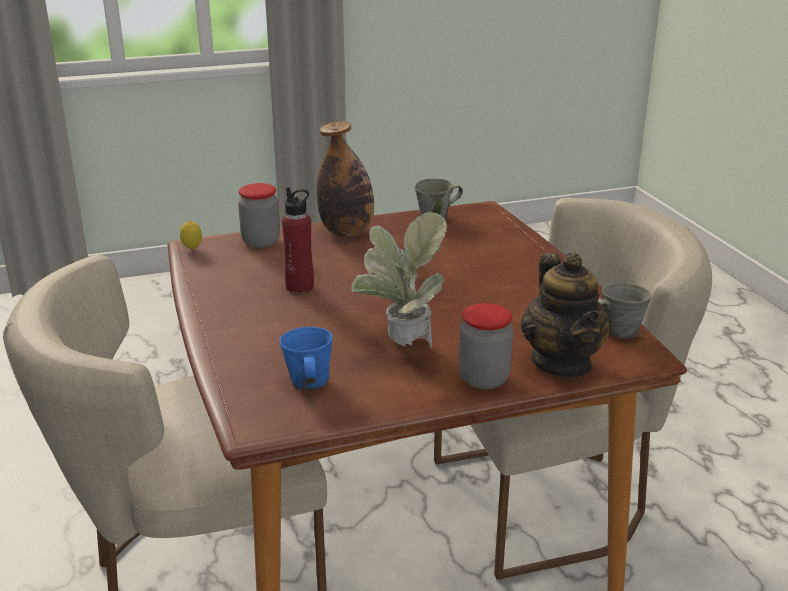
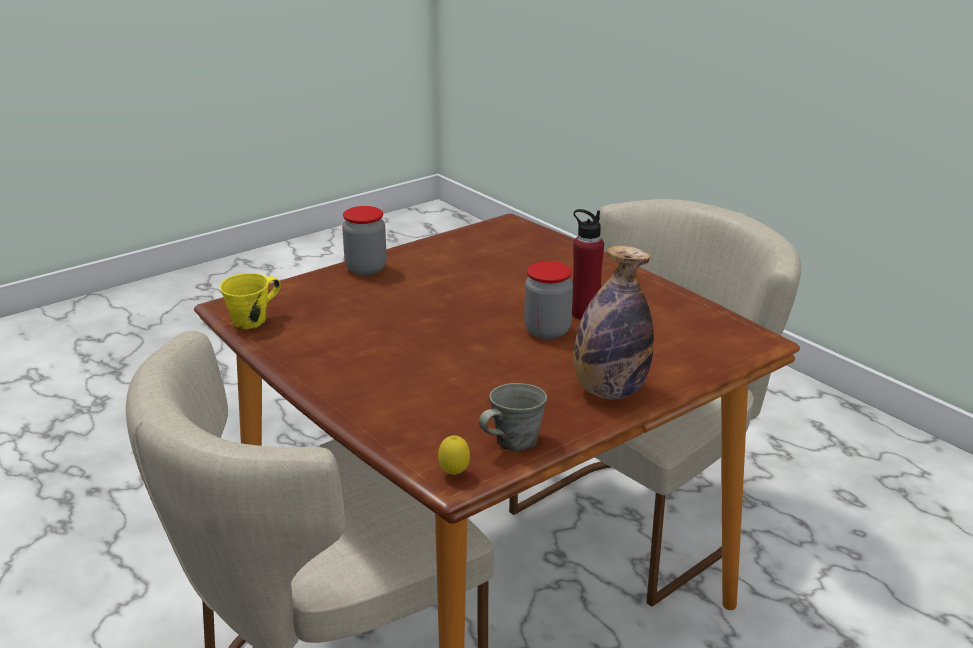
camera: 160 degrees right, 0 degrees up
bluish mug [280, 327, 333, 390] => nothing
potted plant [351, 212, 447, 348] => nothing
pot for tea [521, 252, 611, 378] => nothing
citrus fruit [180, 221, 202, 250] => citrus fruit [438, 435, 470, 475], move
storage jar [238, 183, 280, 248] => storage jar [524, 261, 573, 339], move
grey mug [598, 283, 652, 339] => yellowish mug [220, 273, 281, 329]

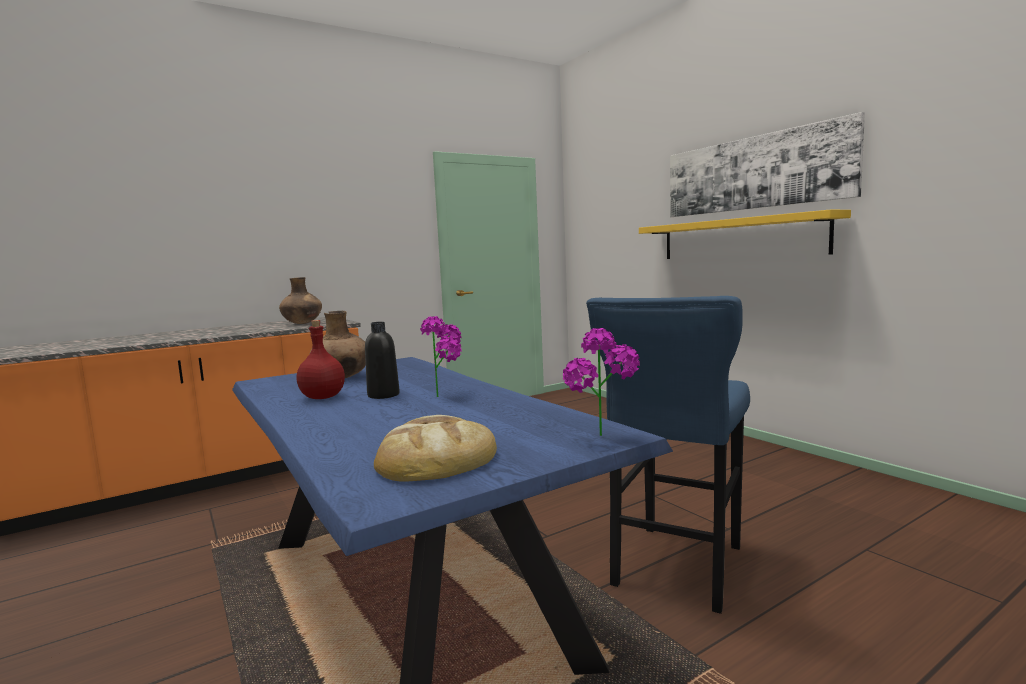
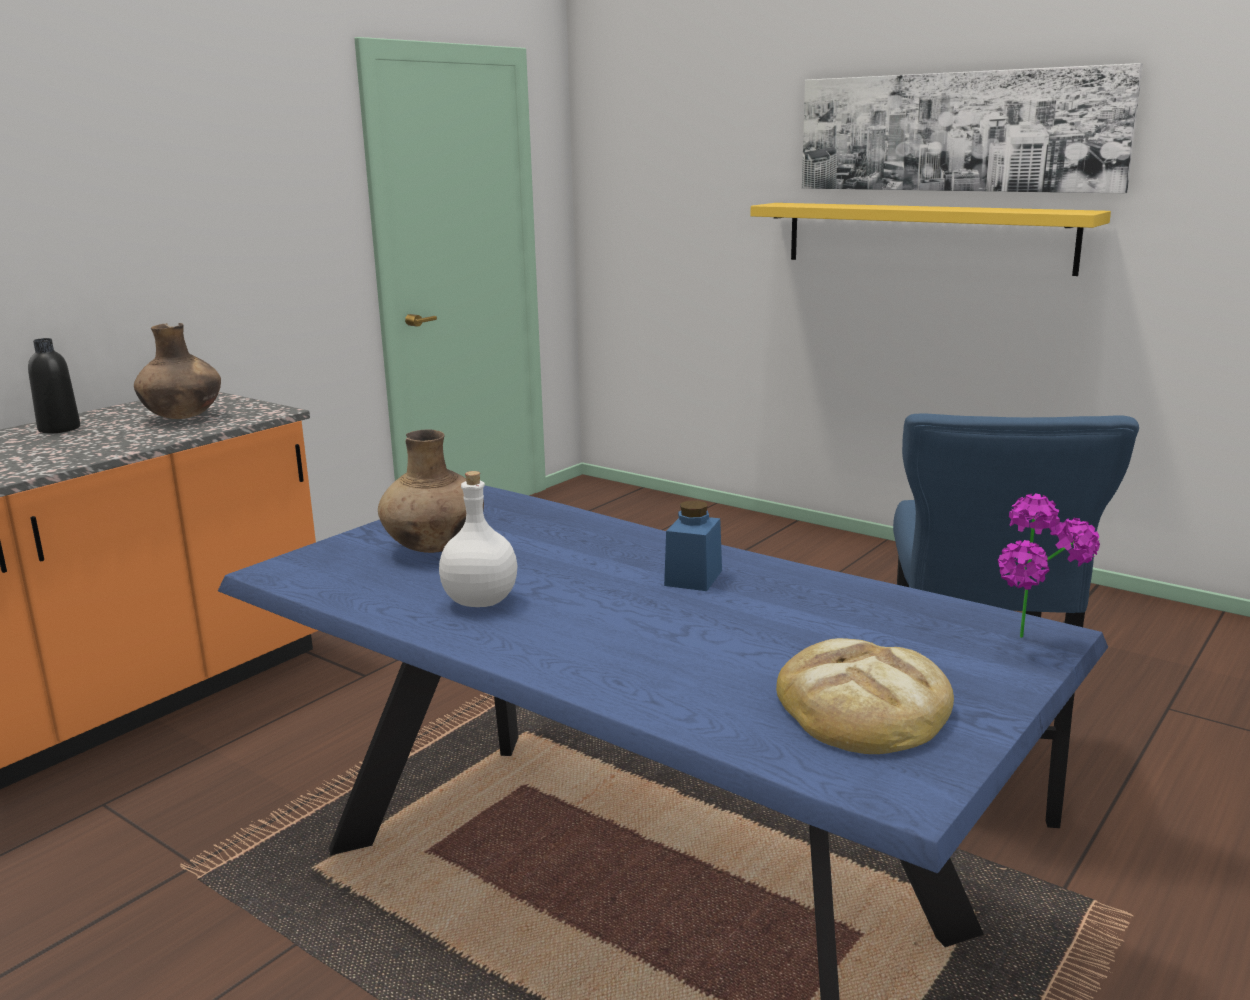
camera: 20 degrees left, 10 degrees up
black-coloured beverage bottle [365, 322, 400, 399] => black-coloured beverage bottle [28, 338, 80, 434], move
potted plant [420, 316, 462, 397] => bluish storage jar [664, 500, 722, 591]
reddish beverage bottle [297, 320, 345, 399] => white-coloured beverage bottle [439, 471, 517, 607]

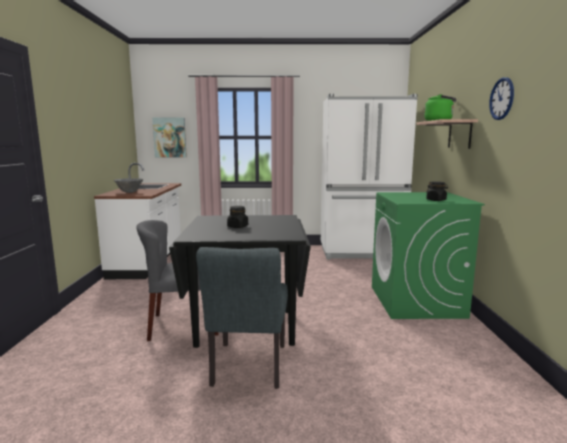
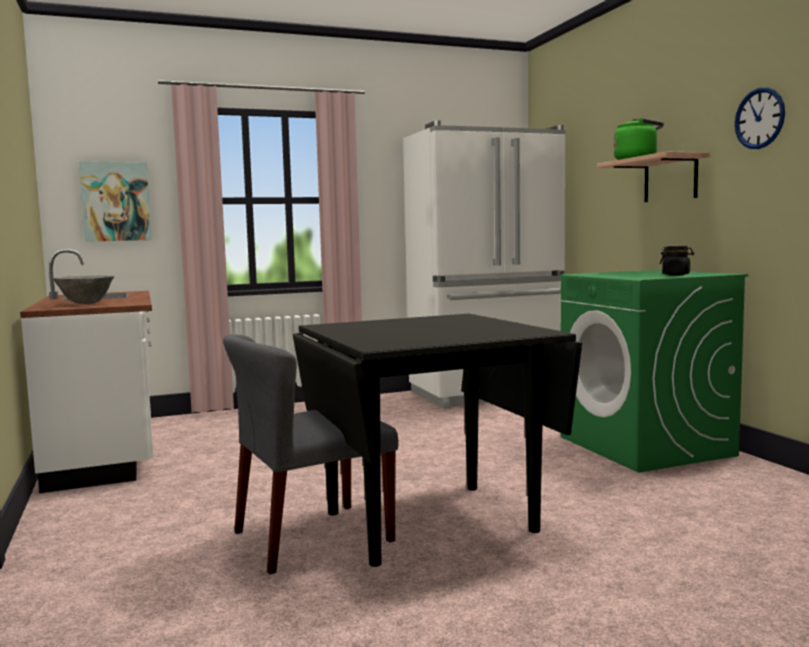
camera: 20 degrees left, 5 degrees down
grey chair [196, 247, 288, 389] => nothing
black-coloured storage jar [227, 206, 248, 228] => nothing

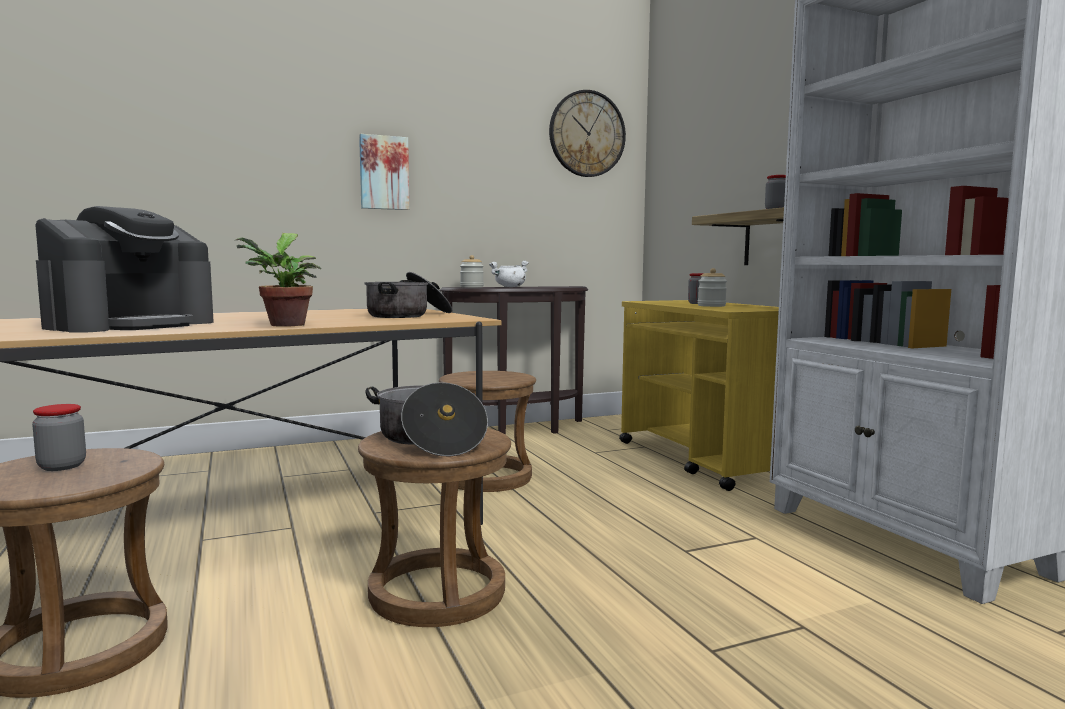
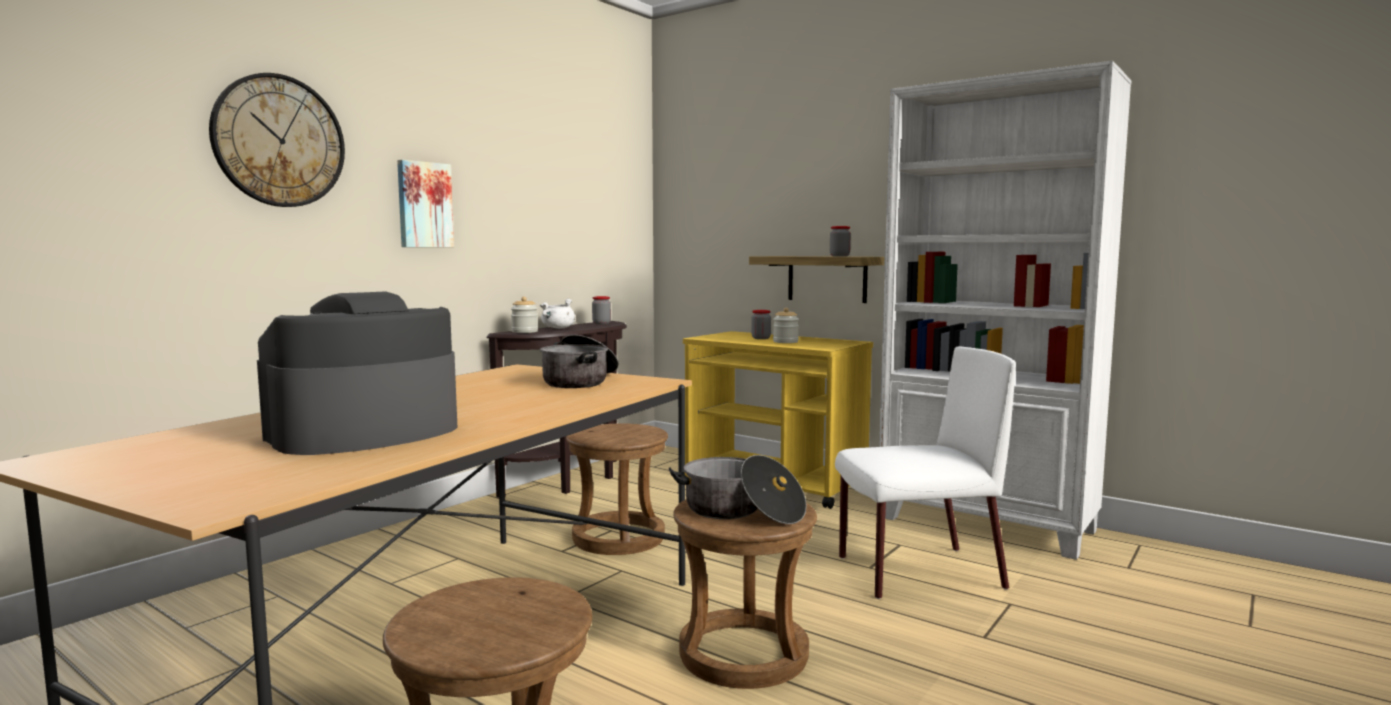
camera: 30 degrees left, 0 degrees up
potted plant [236, 233, 321, 327] => nothing
nothing => white-coloured chair [835, 347, 1016, 599]
storage jar [32, 404, 86, 471] => storage jar [592, 296, 611, 324], move
wall clock [549, 90, 626, 177] => wall clock [209, 73, 345, 207], move
coffee maker [35, 206, 214, 333] => coffee maker [257, 291, 457, 455], 135 degrees counterclockwise

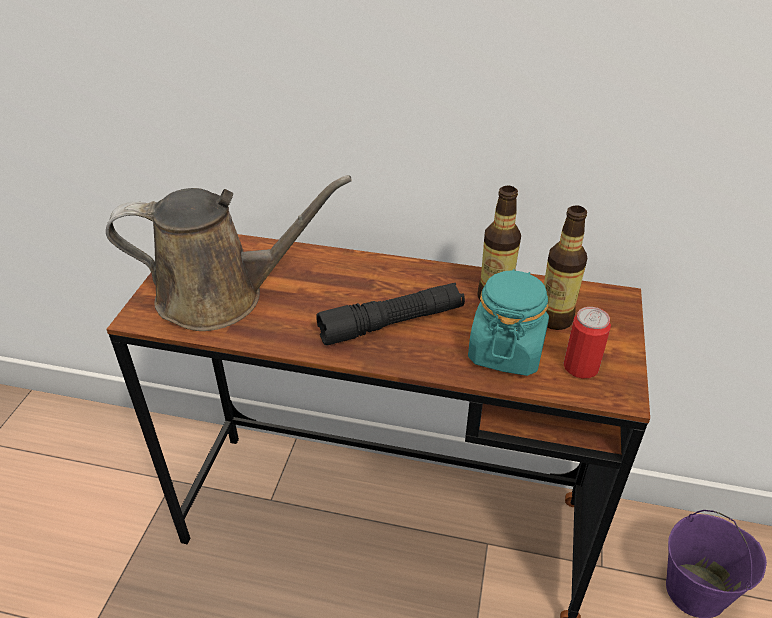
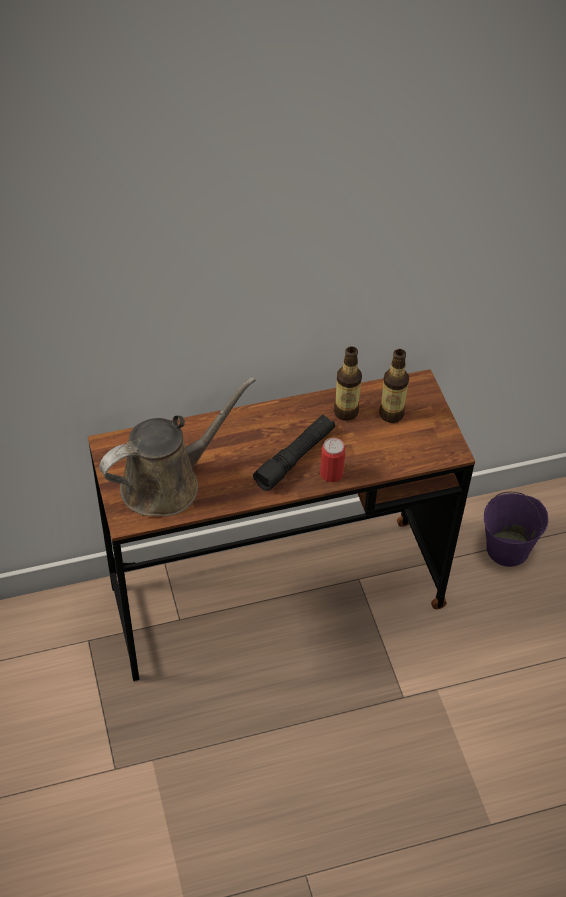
camera: 30 degrees left, 10 degrees up
blue-green storage jar [468, 269, 549, 376] => nothing
can [563, 307, 611, 378] => can [320, 438, 346, 482], move

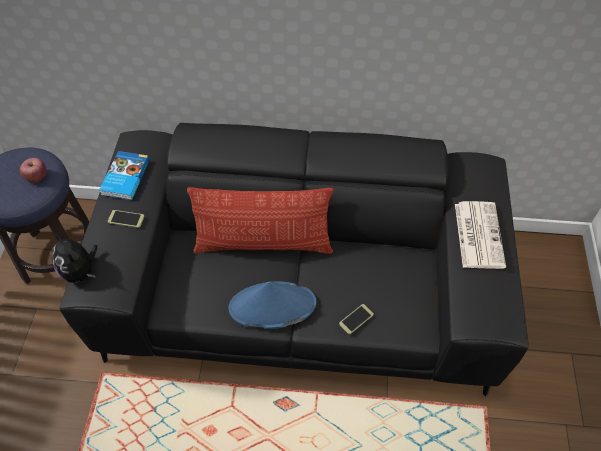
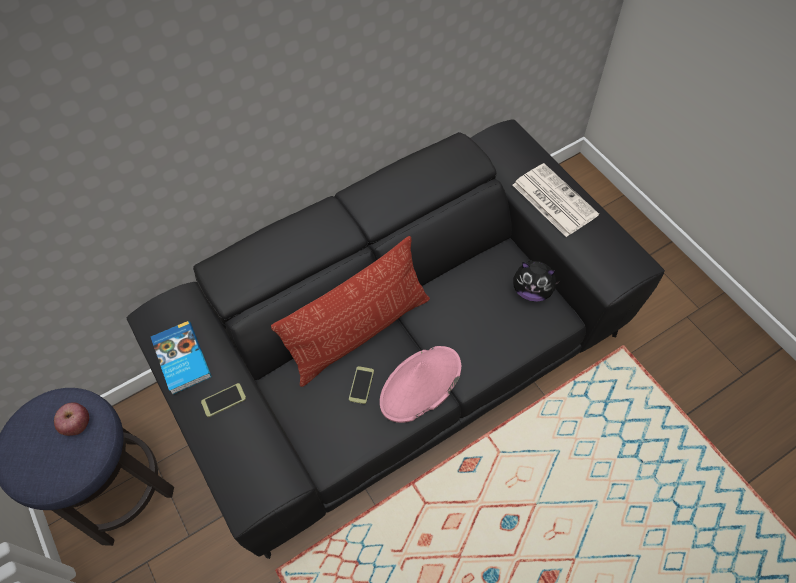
camera: 35 degrees left, 5 degrees up
plush toy [52, 233, 97, 283] => plush toy [513, 260, 561, 302], move
phone [339, 304, 374, 334] => phone [349, 366, 374, 404], move
bluish clothing hat [229, 281, 317, 329] => pinkish clothing hat [380, 346, 461, 423]

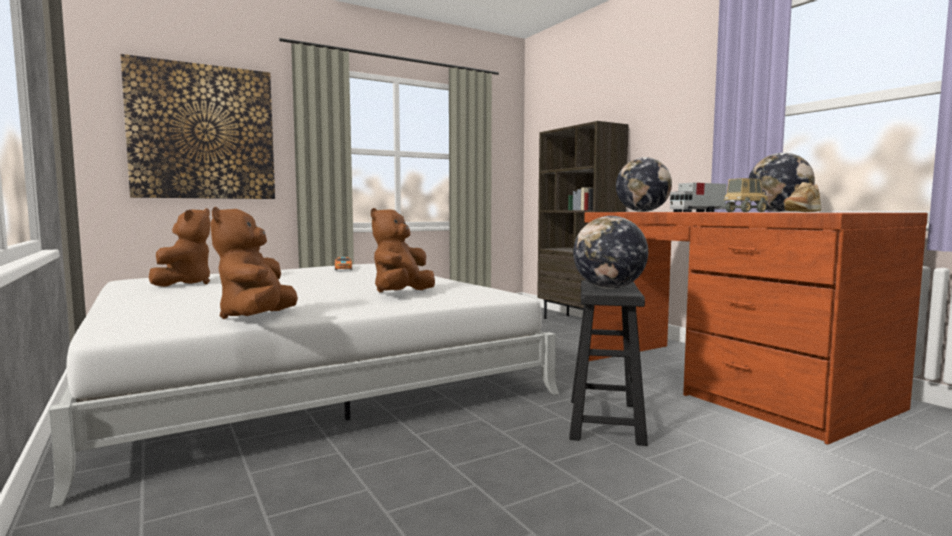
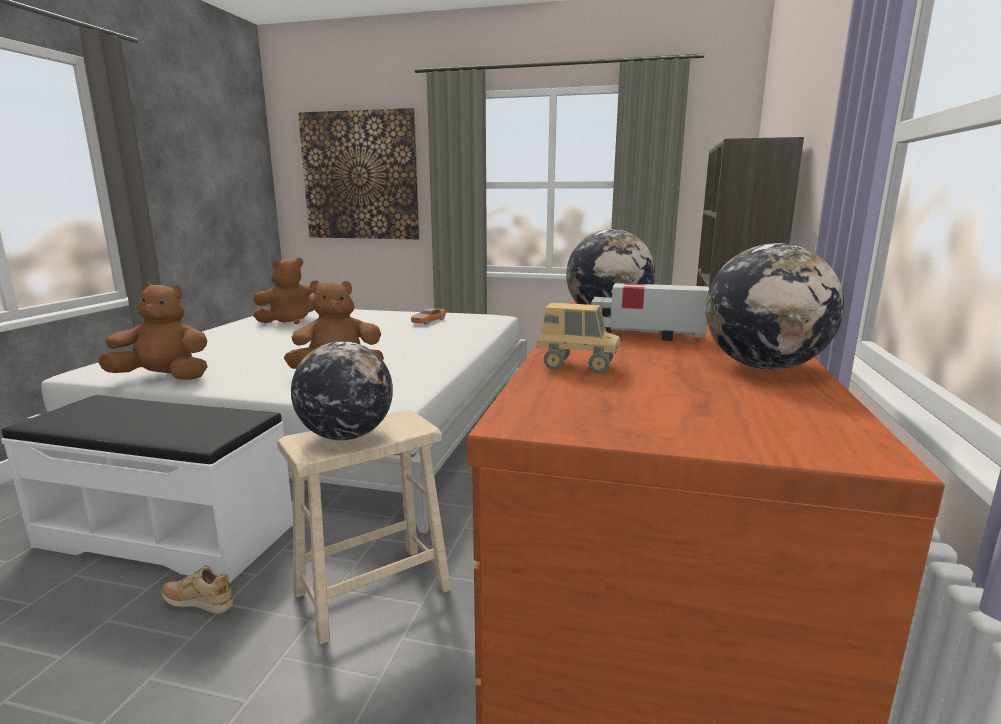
camera: 45 degrees right, 10 degrees up
nothing => white-coloured bench [1, 395, 293, 583]
beige shoe [784, 182, 821, 212] => beige shoe [162, 565, 233, 614], move
black-coloured sitting stool [569, 280, 648, 446] => beige sitting stool [277, 410, 451, 645]
brown plush toy [210, 207, 298, 319] => brown plush toy [98, 282, 208, 380], 45 degrees clockwise

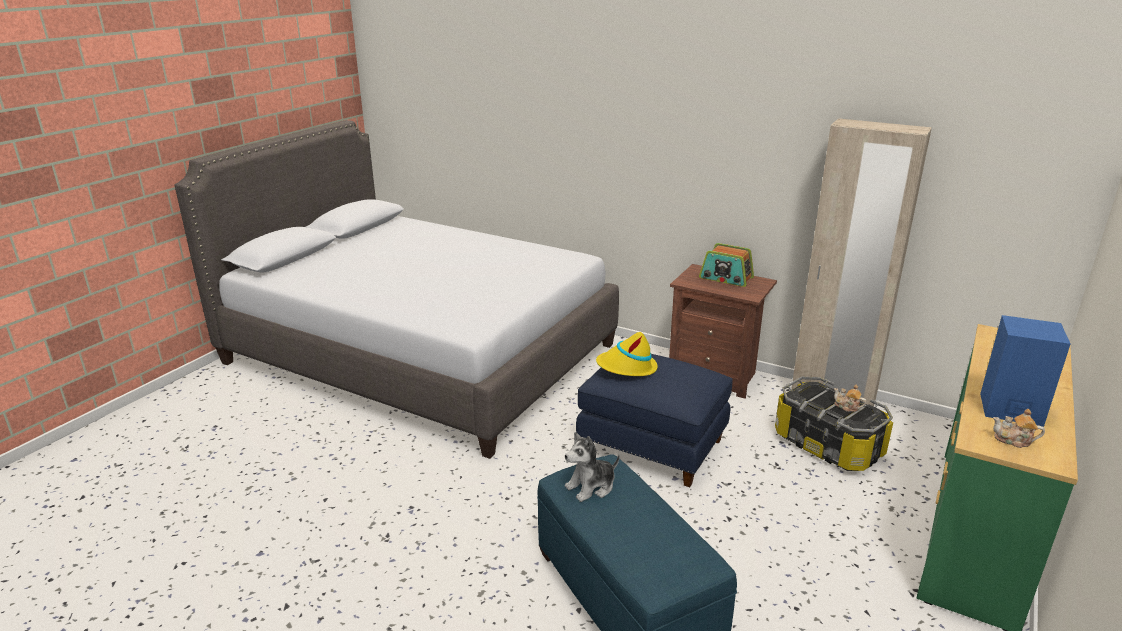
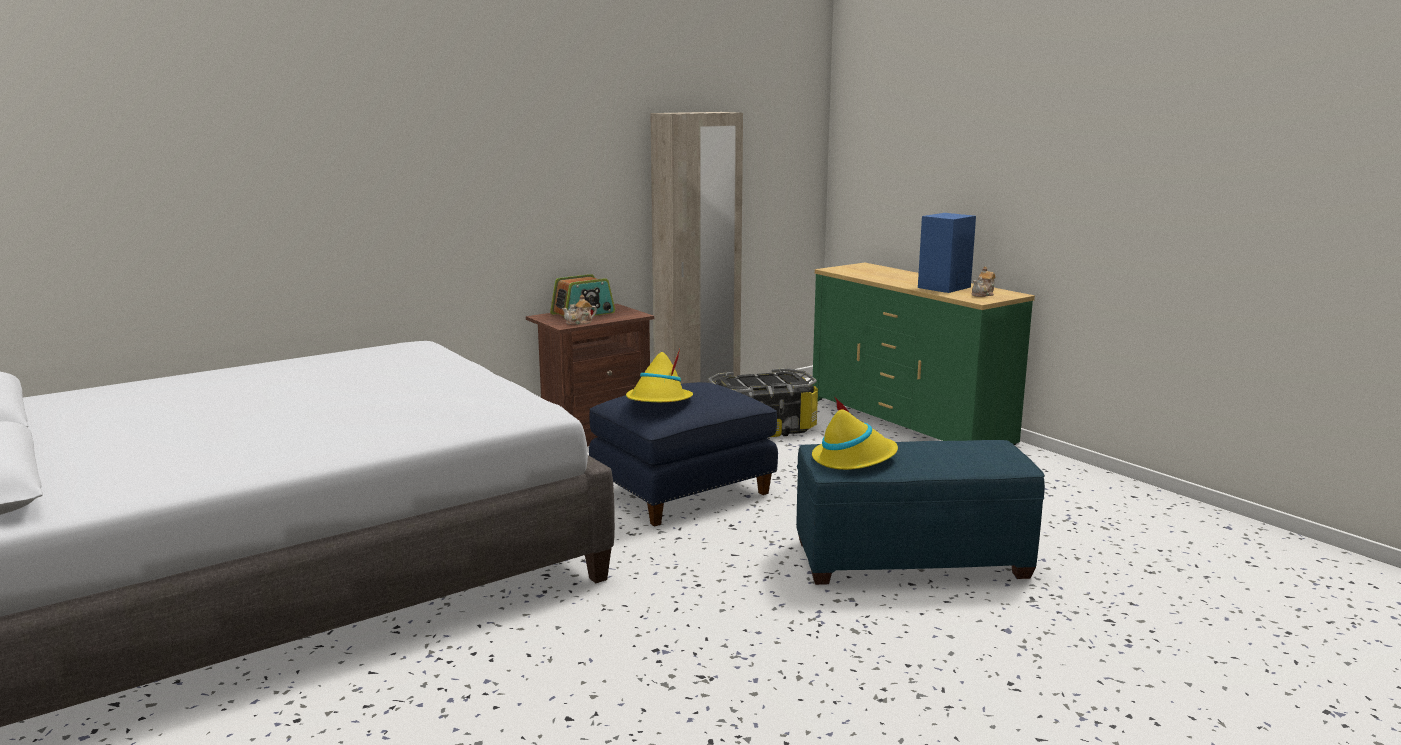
camera: 65 degrees left, 10 degrees down
pot for tea [834, 385, 866, 412] => pot for tea [562, 295, 597, 325], move
plush toy [565, 432, 620, 502] => yellowish clothing hat [812, 396, 898, 470]

